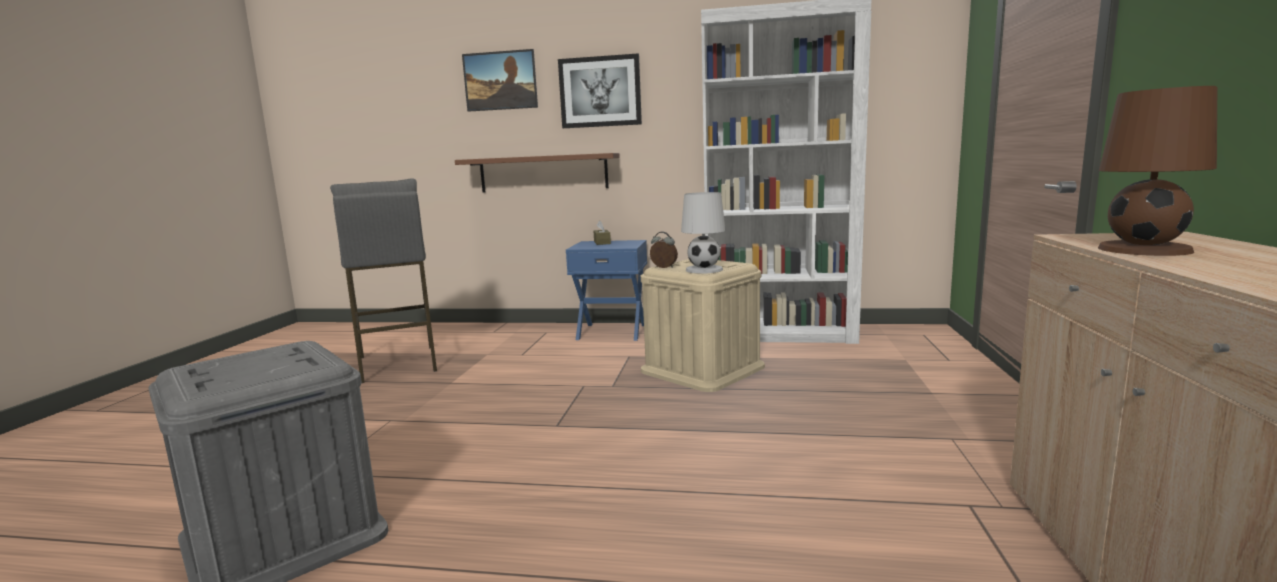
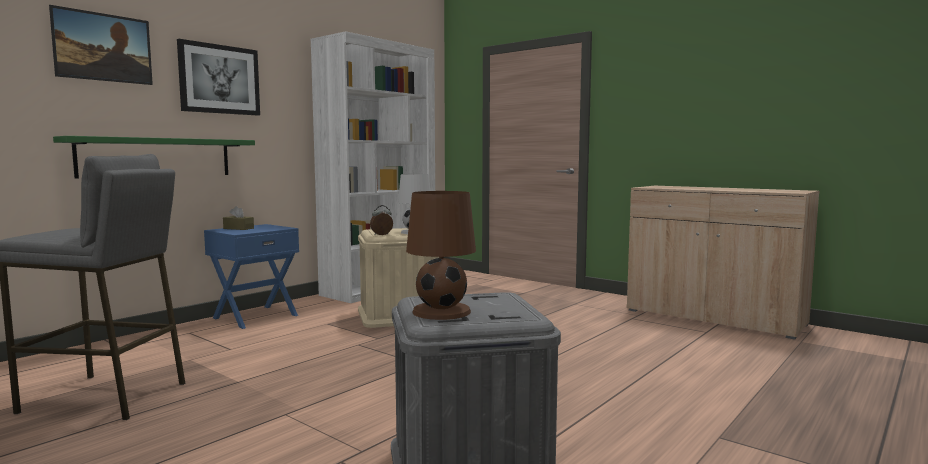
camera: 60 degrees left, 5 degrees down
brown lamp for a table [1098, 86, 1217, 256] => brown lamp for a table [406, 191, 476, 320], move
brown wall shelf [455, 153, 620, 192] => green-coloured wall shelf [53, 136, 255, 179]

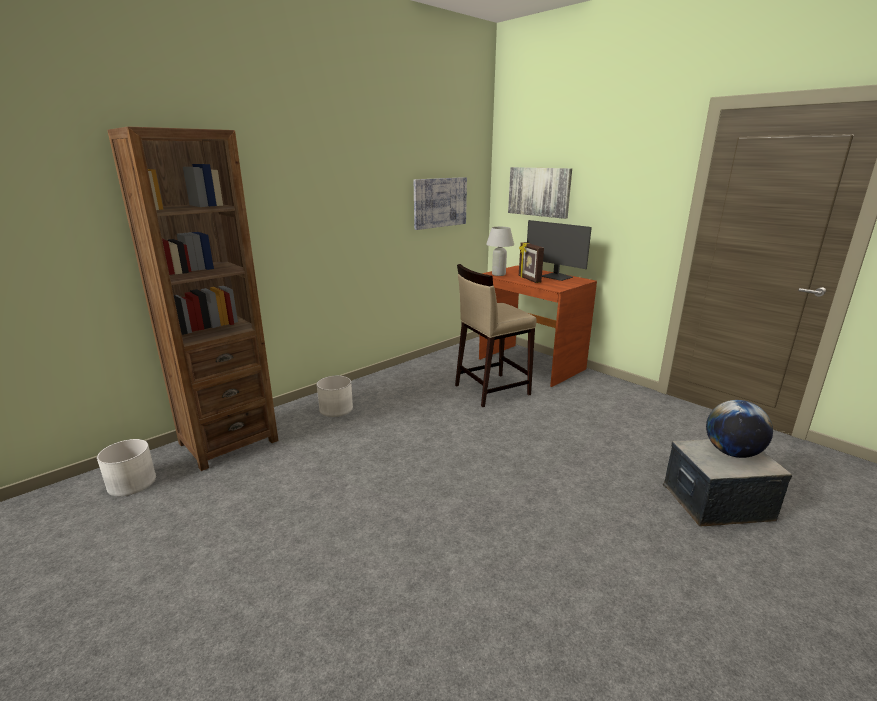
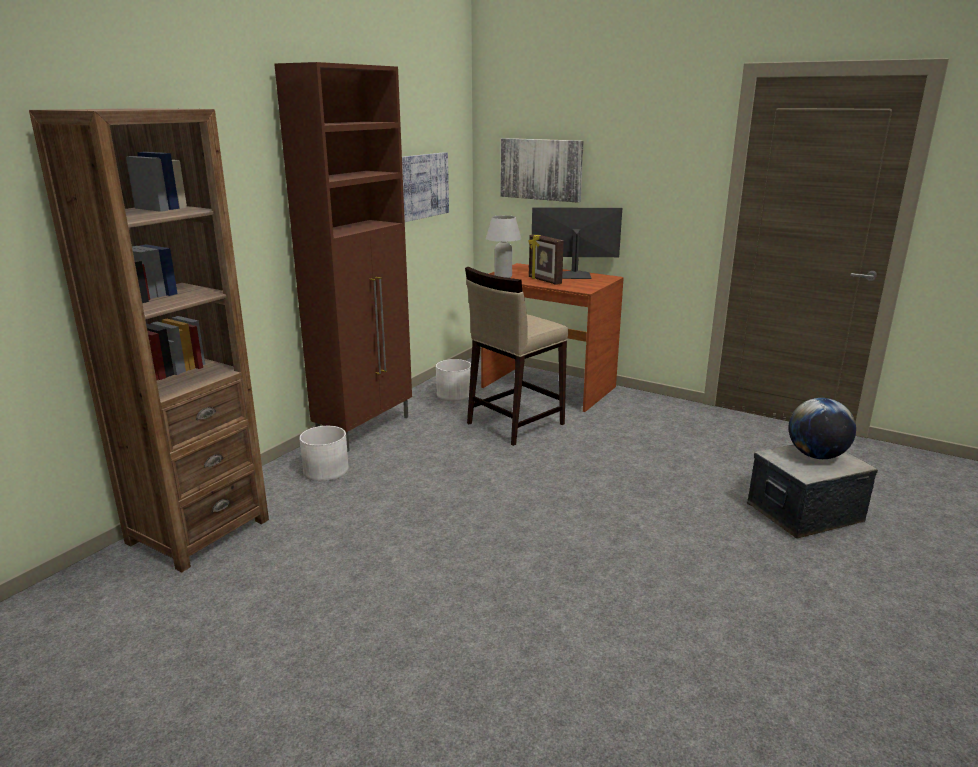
camera: 15 degrees left, 0 degrees up
nothing => brown storage cabinet [274, 62, 412, 452]
white-coloured plant pot [97, 439, 156, 496] => white-coloured plant pot [436, 359, 471, 401], move
computer display [527, 220, 592, 281] => computer display [532, 207, 622, 279], 150 degrees clockwise

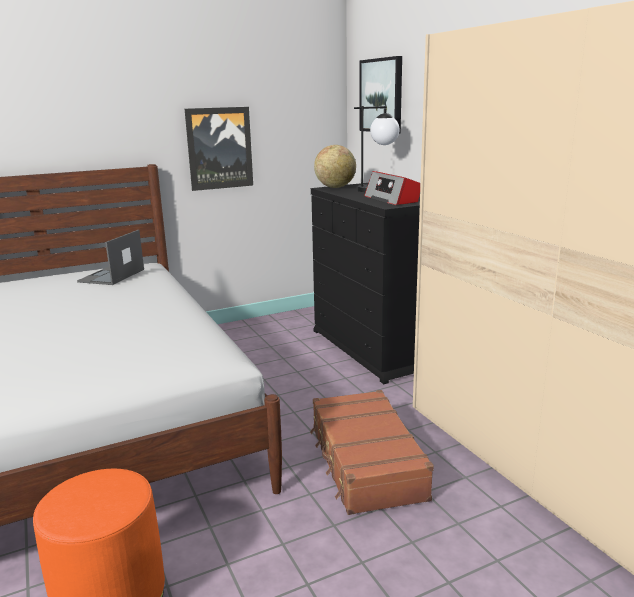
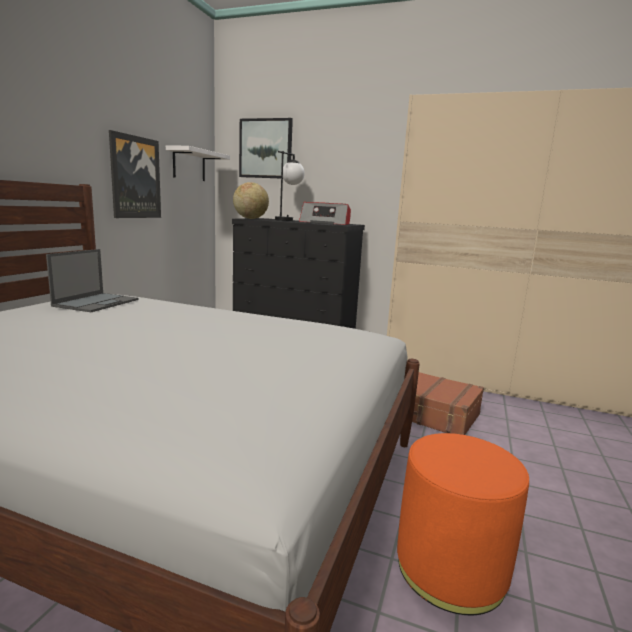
camera: 45 degrees left, 5 degrees down
nothing => white-coloured wall shelf [166, 146, 230, 181]
portable computer [77, 230, 144, 285] => portable computer [46, 249, 138, 312], 135 degrees counterclockwise

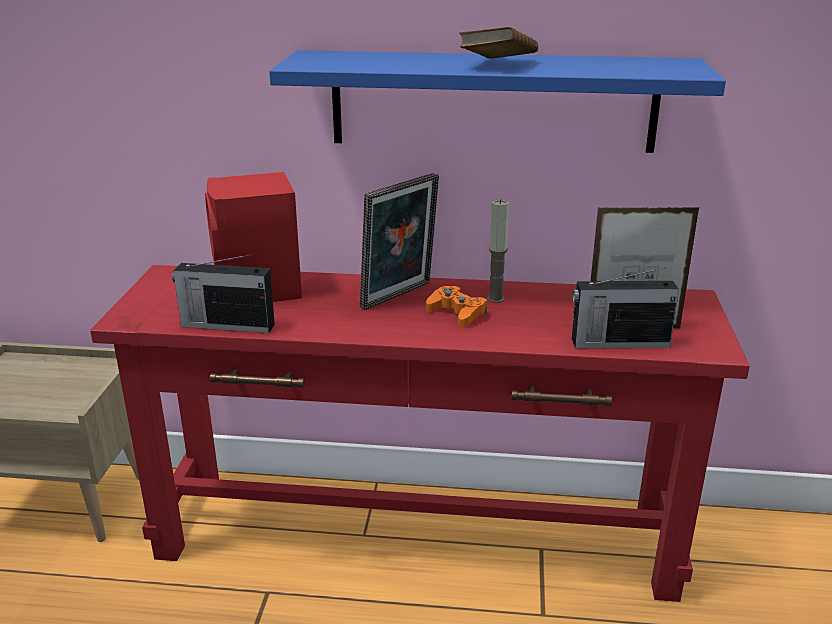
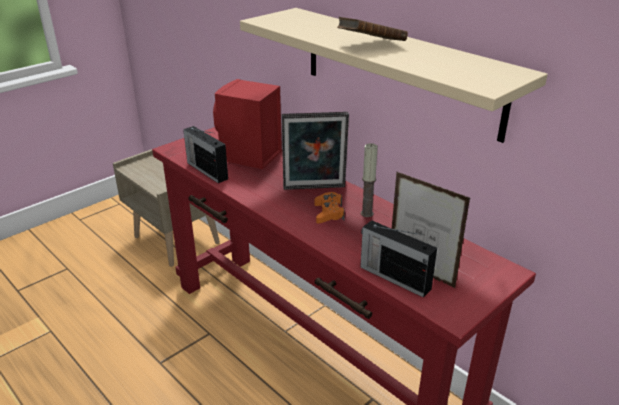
camera: 40 degrees right, 5 degrees up
bluish wall shelf [269, 50, 726, 153] => beige wall shelf [240, 8, 548, 143]

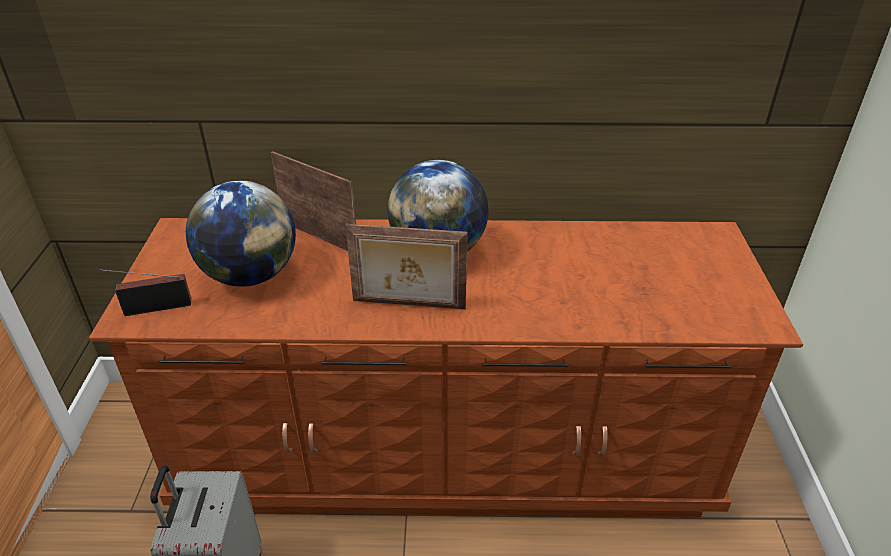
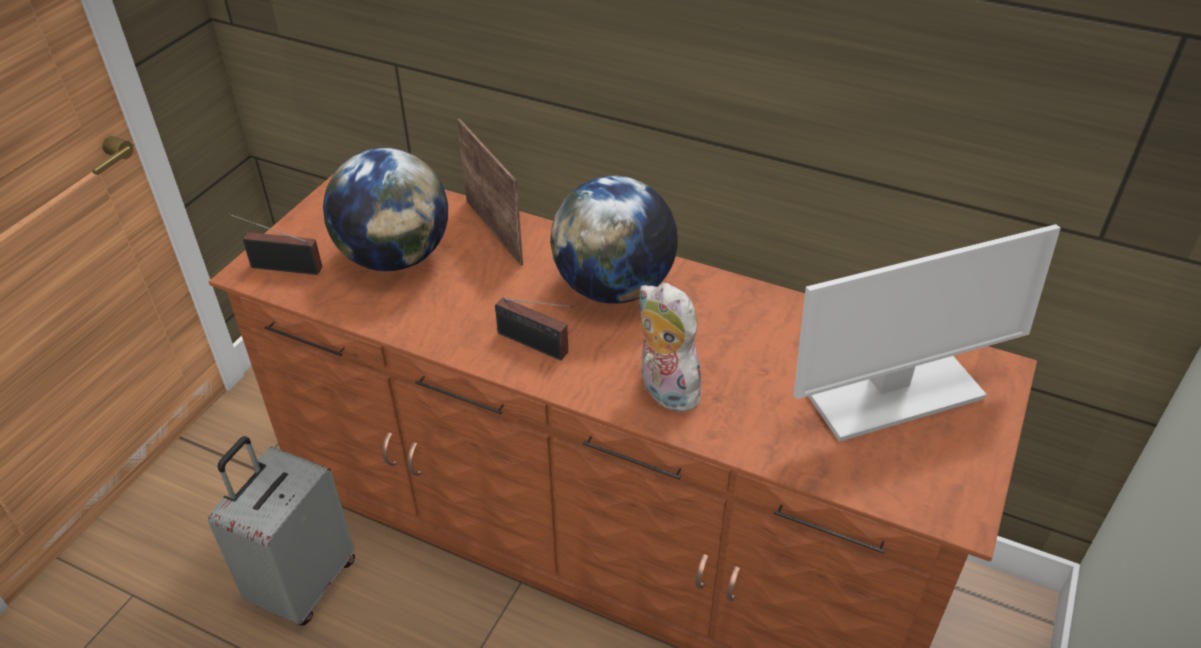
camera: 25 degrees right, 5 degrees up
nothing => plush toy [639, 283, 702, 413]
nothing => computer display [793, 224, 1061, 442]
picture frame [345, 224, 468, 309] => radio [495, 298, 573, 360]

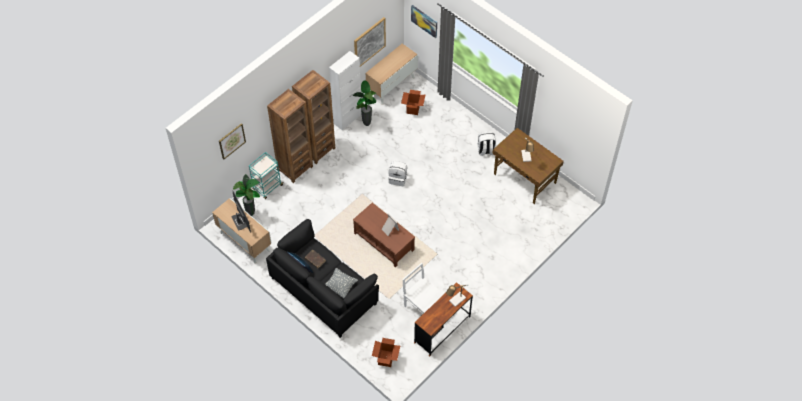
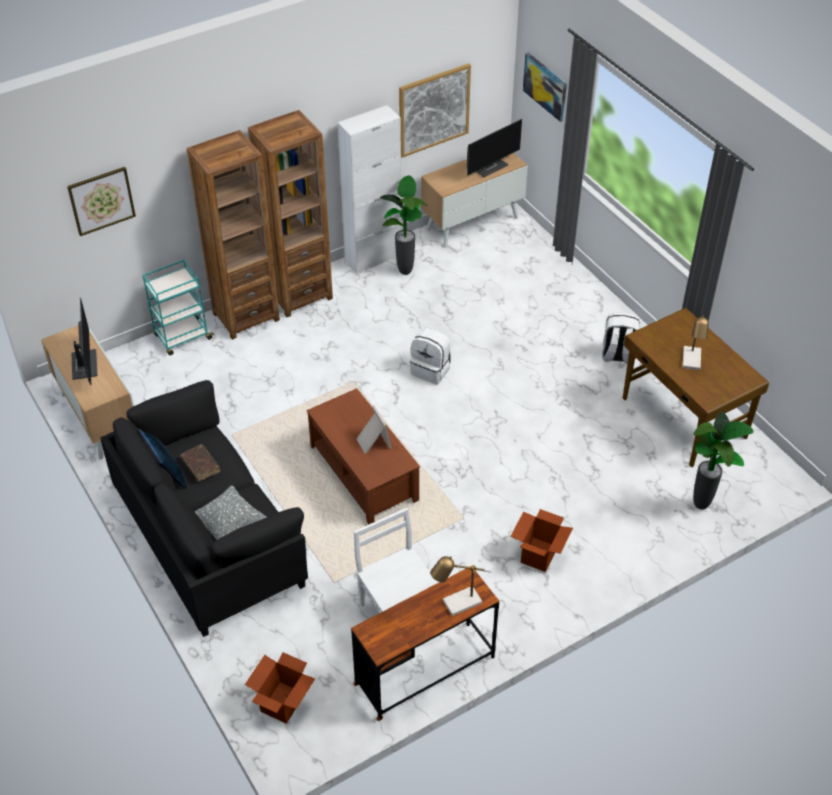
camera: 15 degrees right, 10 degrees down
nothing => computer display [467, 119, 522, 177]
potted plant [233, 174, 260, 216] => potted plant [693, 412, 754, 510], move
carton [401, 90, 426, 115] => carton [510, 509, 573, 572], move

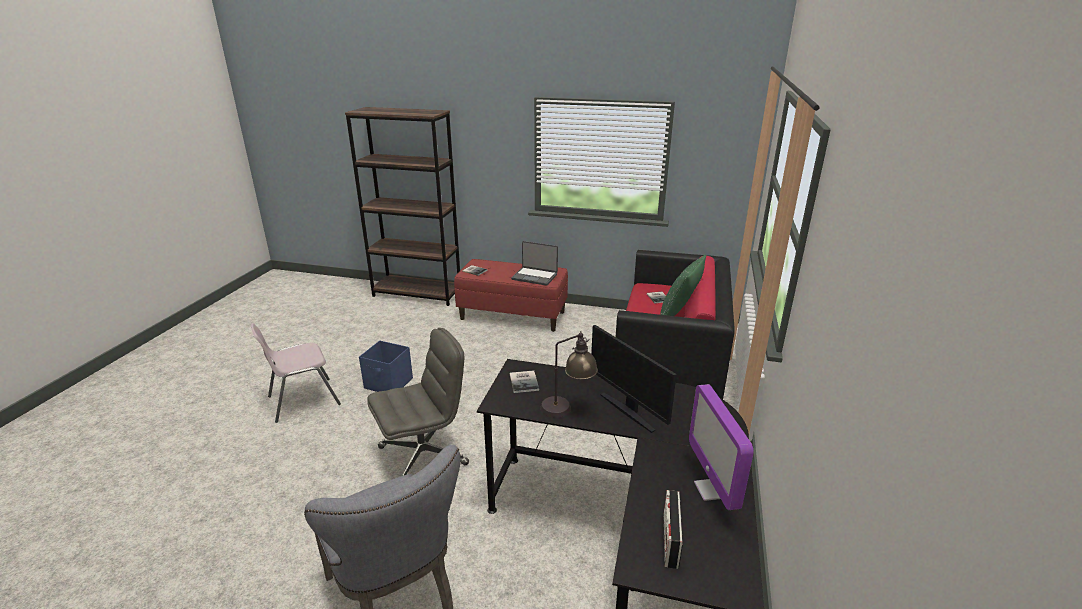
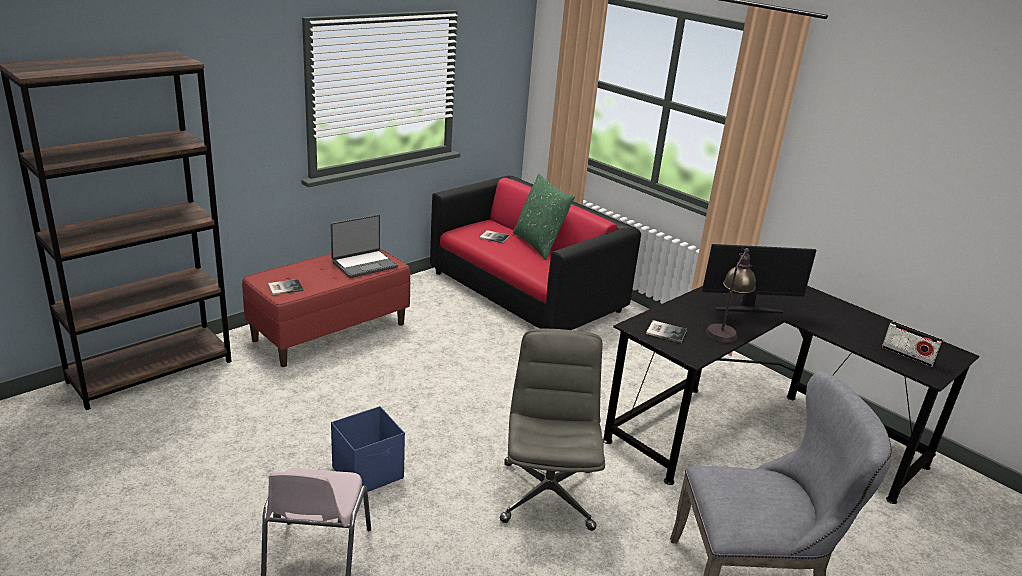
camera: 60 degrees left, 0 degrees up
computer display [689, 384, 754, 510] => nothing

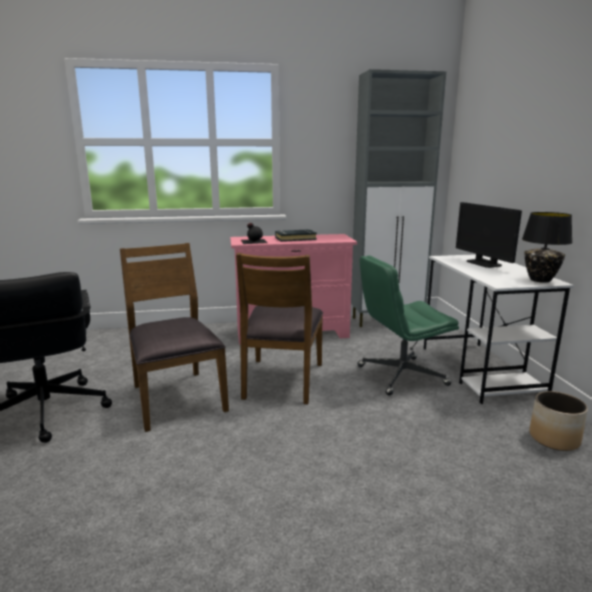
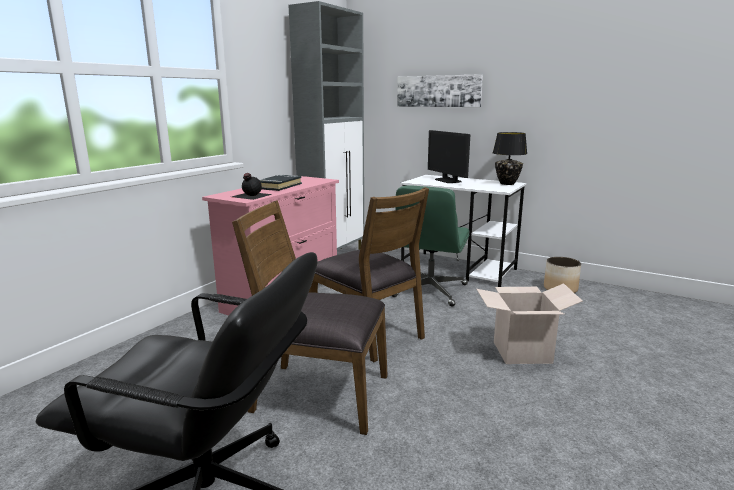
camera: 50 degrees left, 0 degrees up
nothing => wall art [397, 74, 483, 107]
nothing => carton [477, 283, 583, 364]
computer display [456, 202, 522, 268] => computer display [428, 130, 470, 183], 45 degrees clockwise

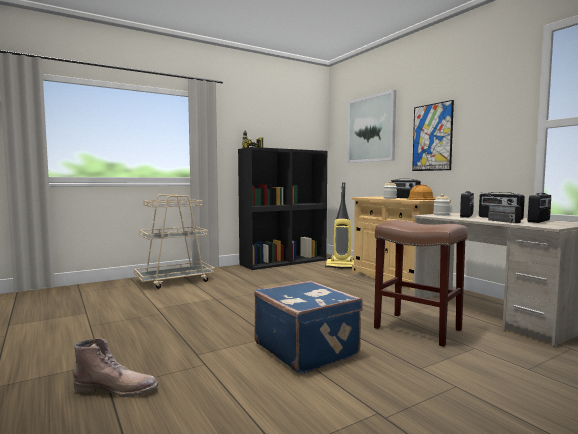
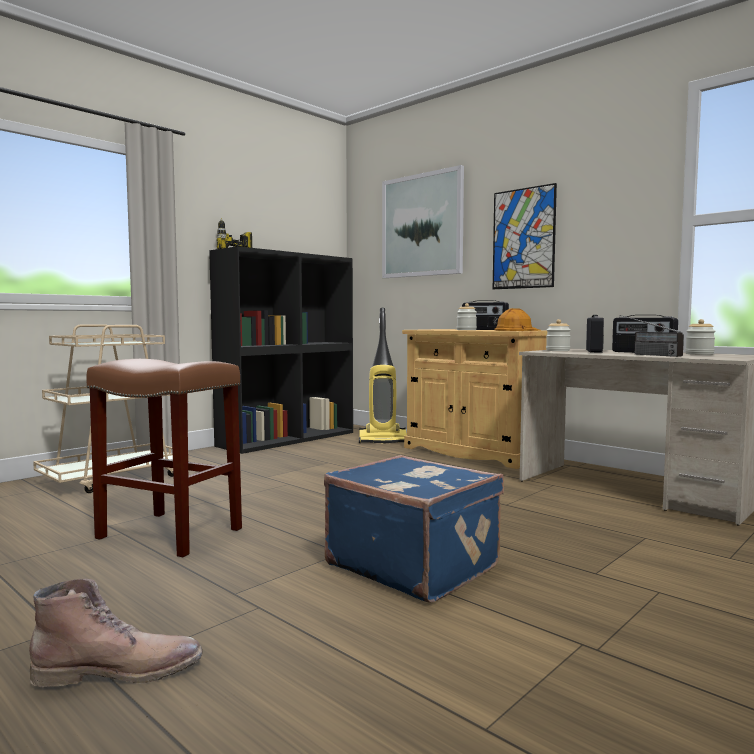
camera: 15 degrees left, 0 degrees up
brown sitting stool [374, 220, 468, 347] => brown sitting stool [86, 359, 242, 557], move
radio [528, 193, 551, 223] => storage jar [685, 319, 715, 355]

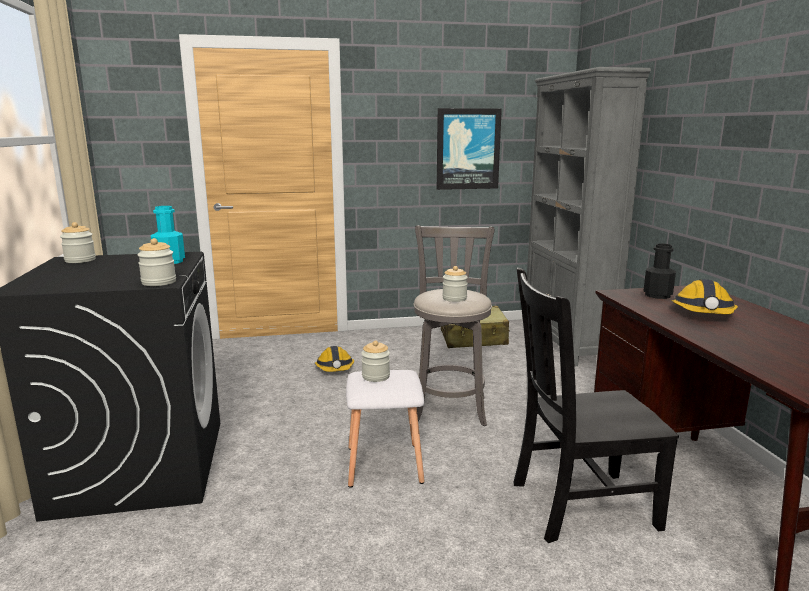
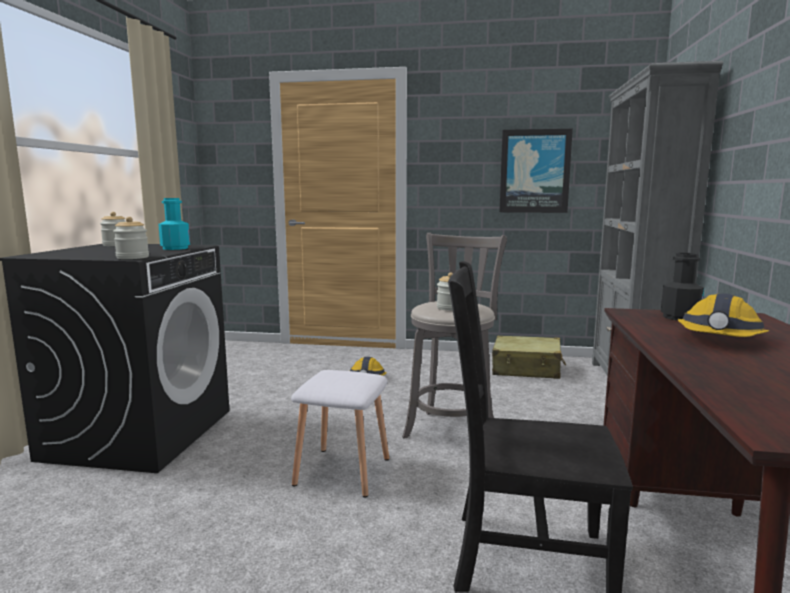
camera: 20 degrees right, 5 degrees down
storage jar [361, 341, 390, 382] => nothing

